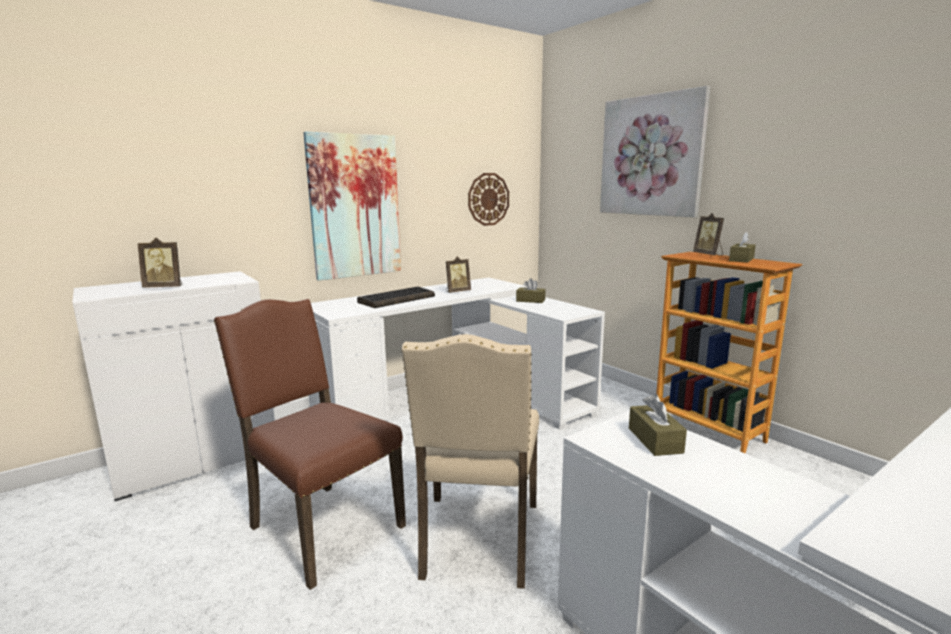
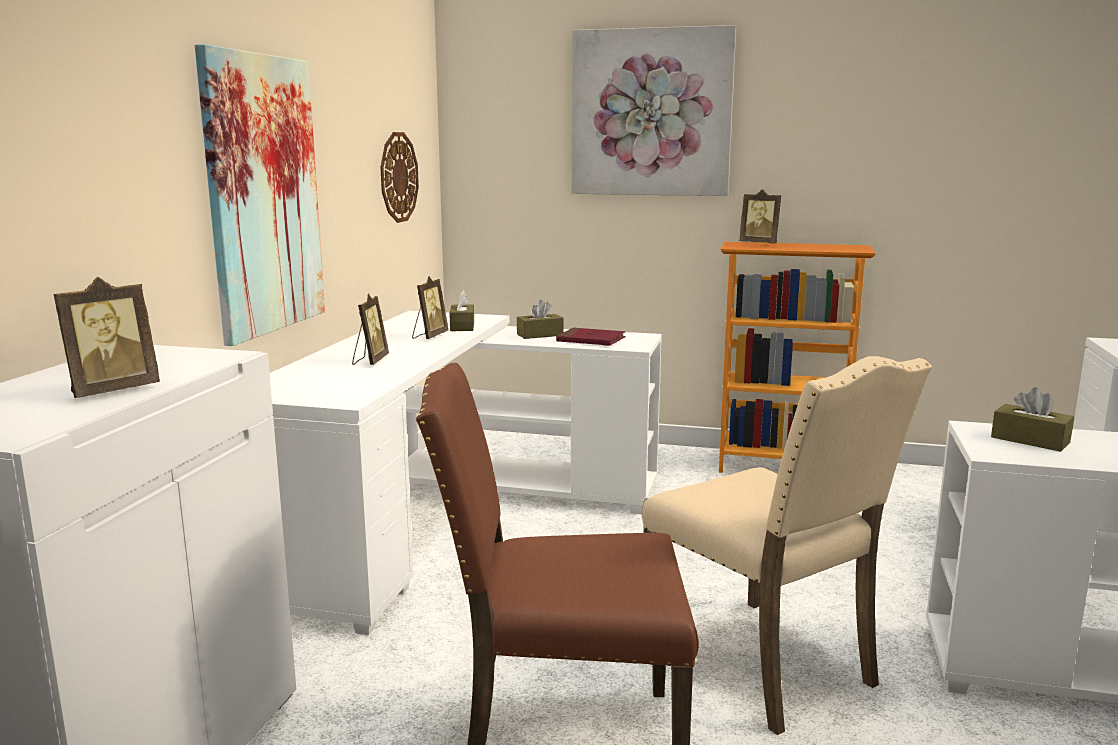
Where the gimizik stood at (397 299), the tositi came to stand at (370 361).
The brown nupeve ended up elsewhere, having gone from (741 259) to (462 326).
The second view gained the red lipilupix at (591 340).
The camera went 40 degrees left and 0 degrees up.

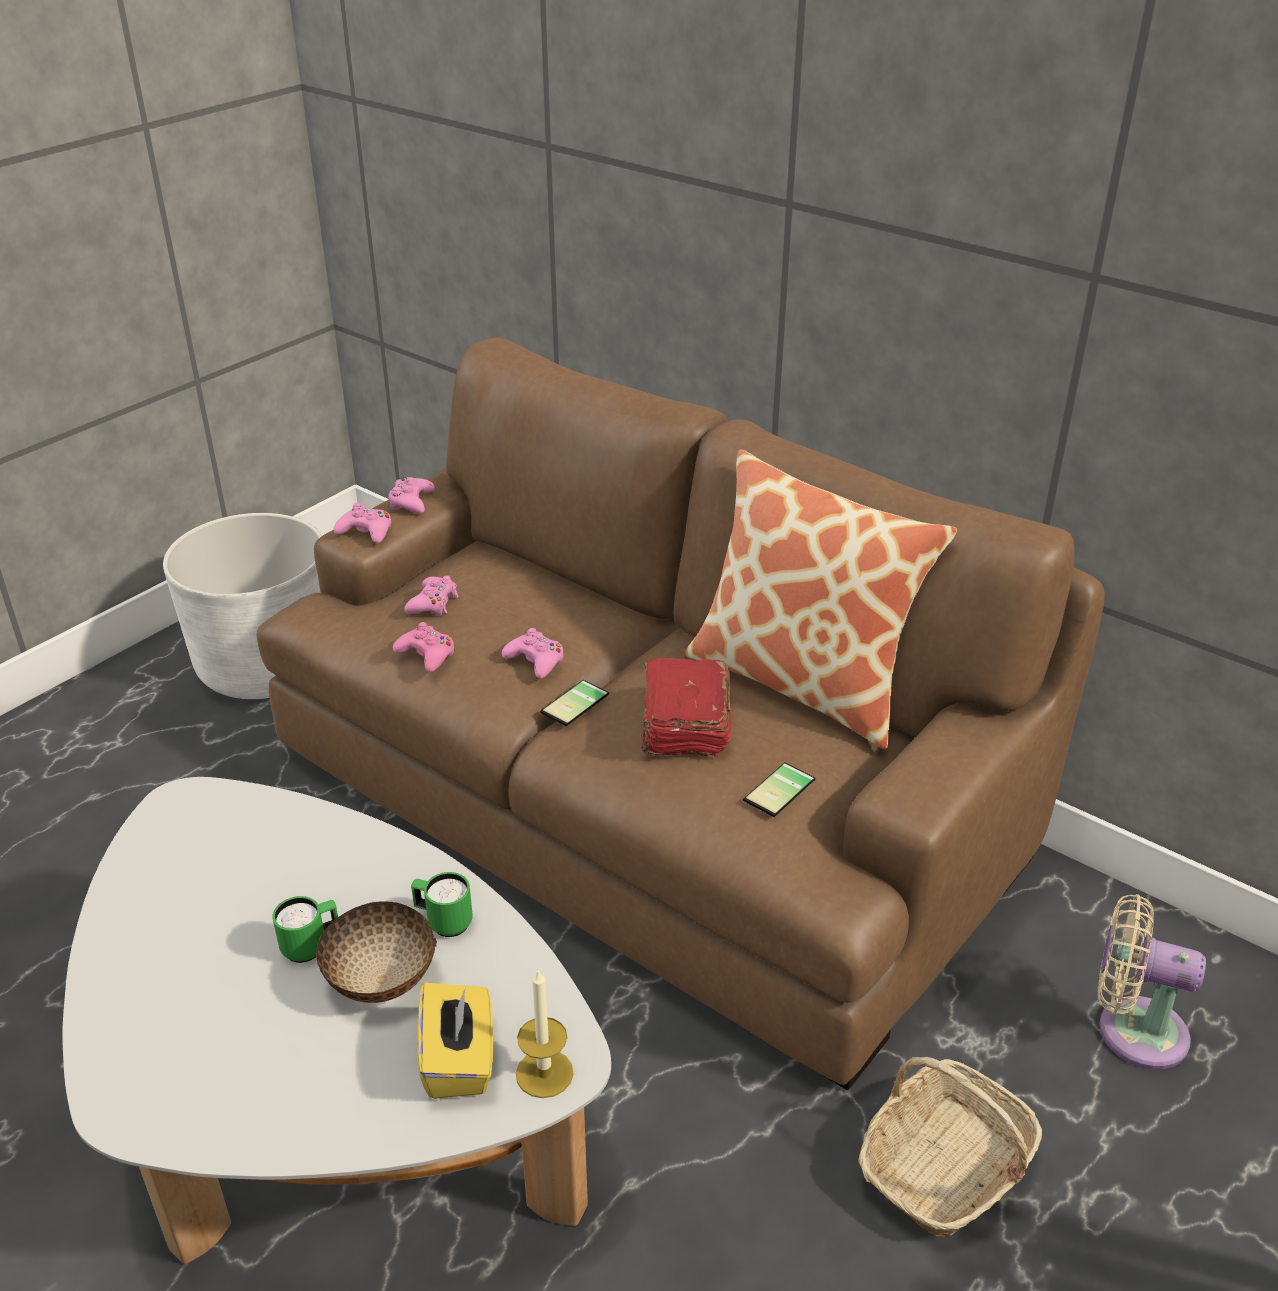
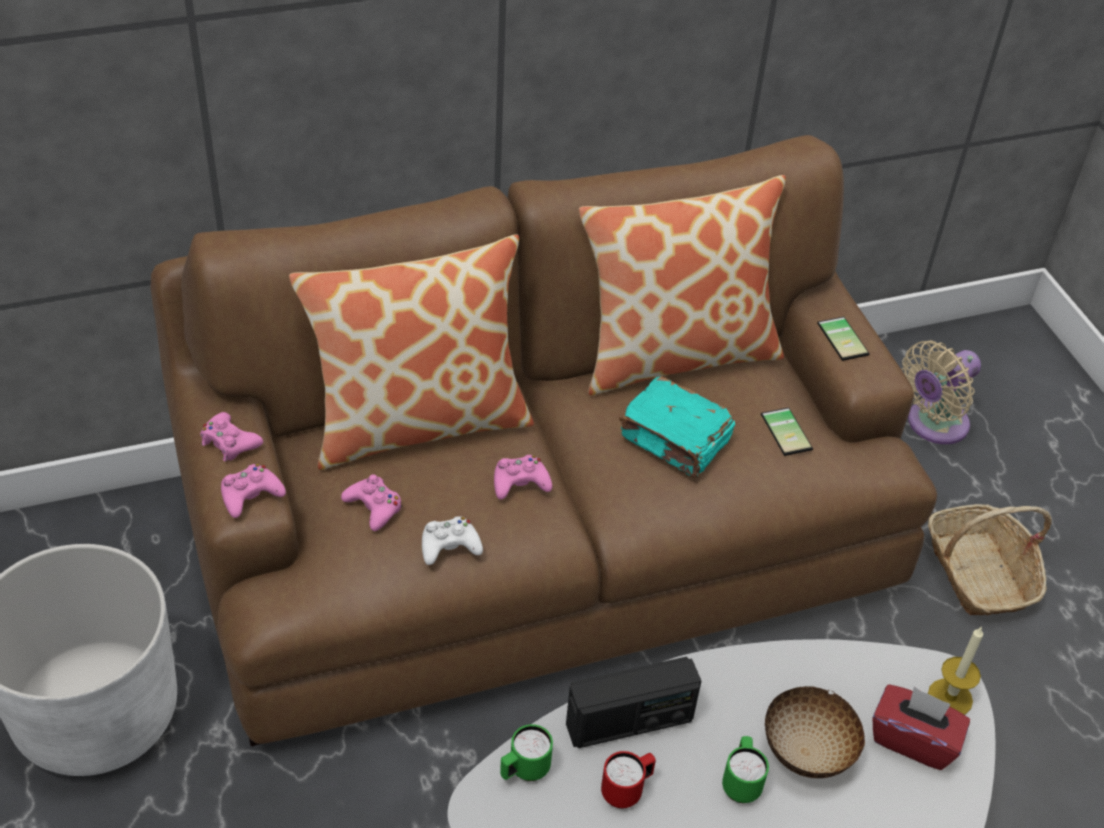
The second view gained the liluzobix at (418 422).
What was the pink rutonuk at (427 655) turned into the white rutonuk at (449 546).
The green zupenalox ended up elsewhere, having gone from (443 922) to (524 771).
The second view gained the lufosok at (629 722).
The second view gained the red zupenalox at (626 790).
What was the red lipilupix at (684 724) turned into the turquoise lipilupix at (675 440).
The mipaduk ended up elsewhere, having gone from (577 704) to (845 338).
What was the yellow nupeve at (459 1061) turned into the red nupeve at (913 740).
The camera went 60 degrees left and 10 degrees up.

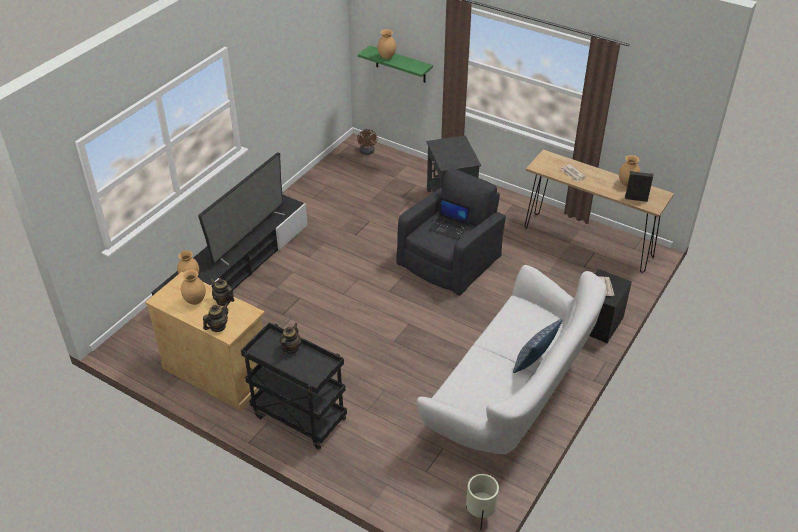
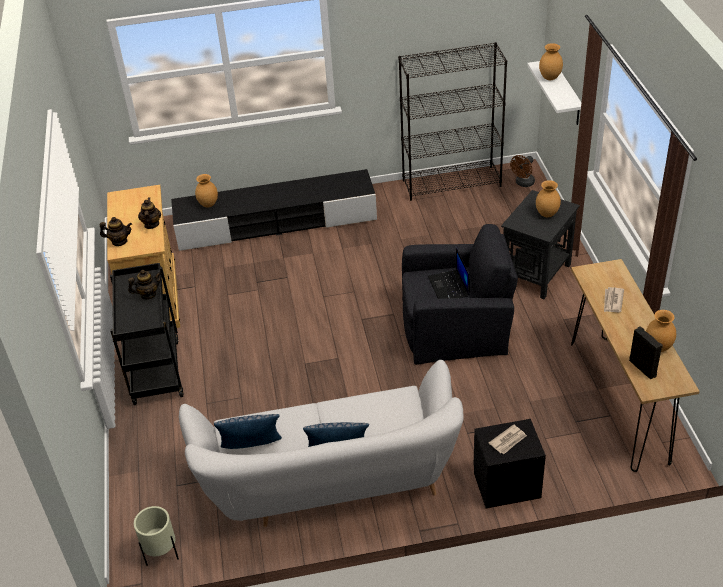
The second view gained the liluzobix at (253 449).
The second view gained the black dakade at (452 183).
What was the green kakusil at (400 64) turned into the white kakusil at (566 93).
The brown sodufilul ended up elsewhere, having gone from (195 301) to (546 214).
The second view lost the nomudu at (248 236).
The camera went 50 degrees right and 0 degrees up.

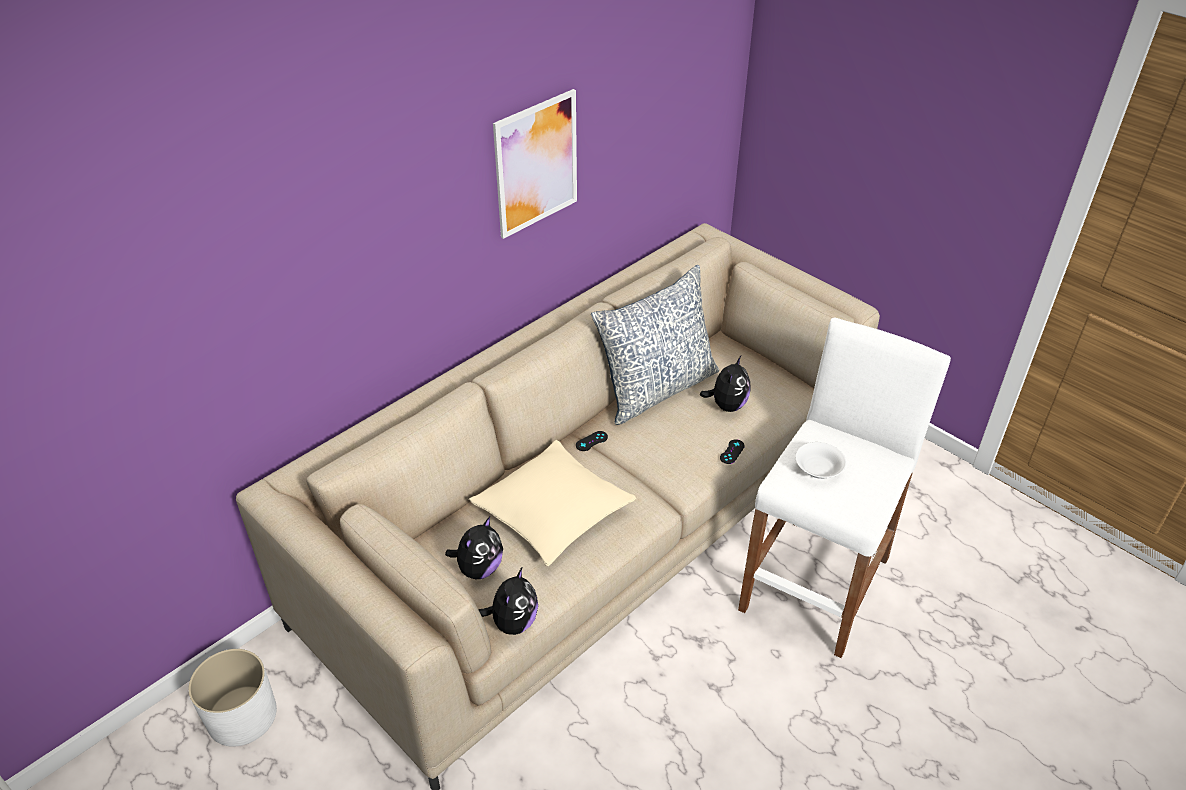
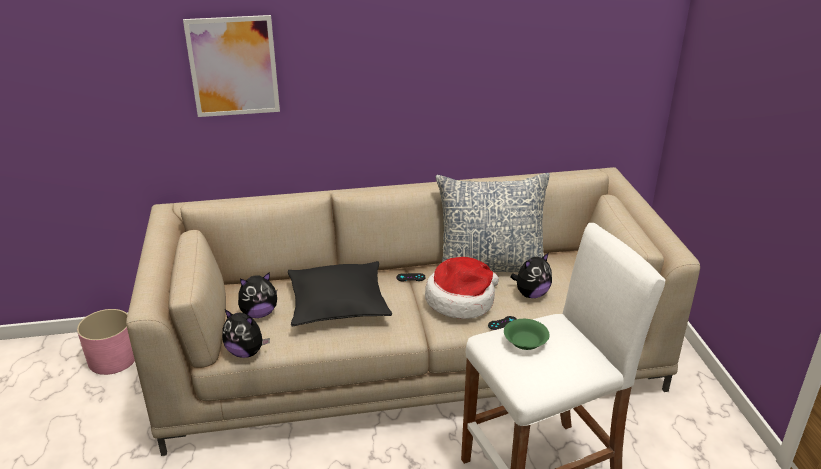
What was the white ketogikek at (242 716) turned into the pink ketogikek at (112 359).
The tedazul ended up elsewhere, having gone from (536 164) to (233 66).
The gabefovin at (513 622) ended up facing another way, 60 degrees clockwise from before.
What was the beige liluzobix at (553 511) turned into the black liluzobix at (338 304).
The second view gained the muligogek at (461 300).
What was the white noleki at (818 468) turned into the green noleki at (525 342).
The camera went 35 degrees right and 10 degrees down.

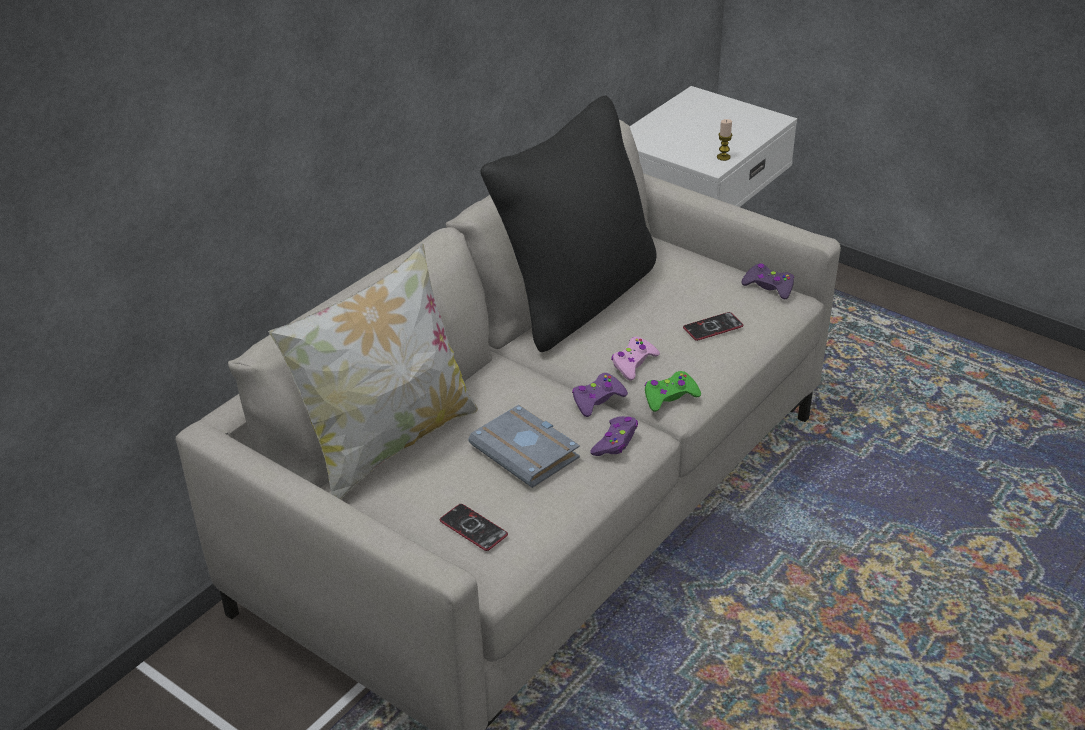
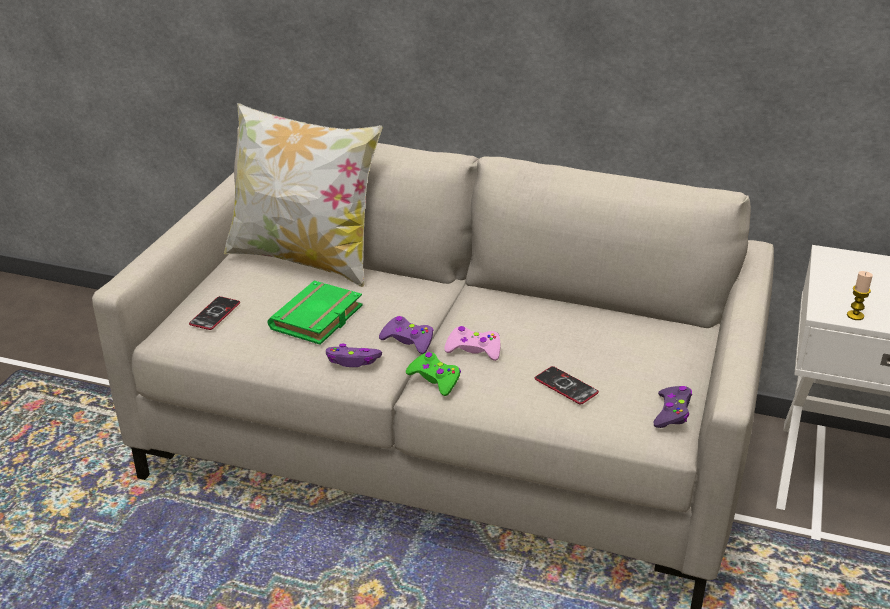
What was the grey lipilupix at (528 452) turned into the green lipilupix at (318 320).
The second view lost the black liluzobix at (576 298).
The camera went 70 degrees right and 5 degrees down.

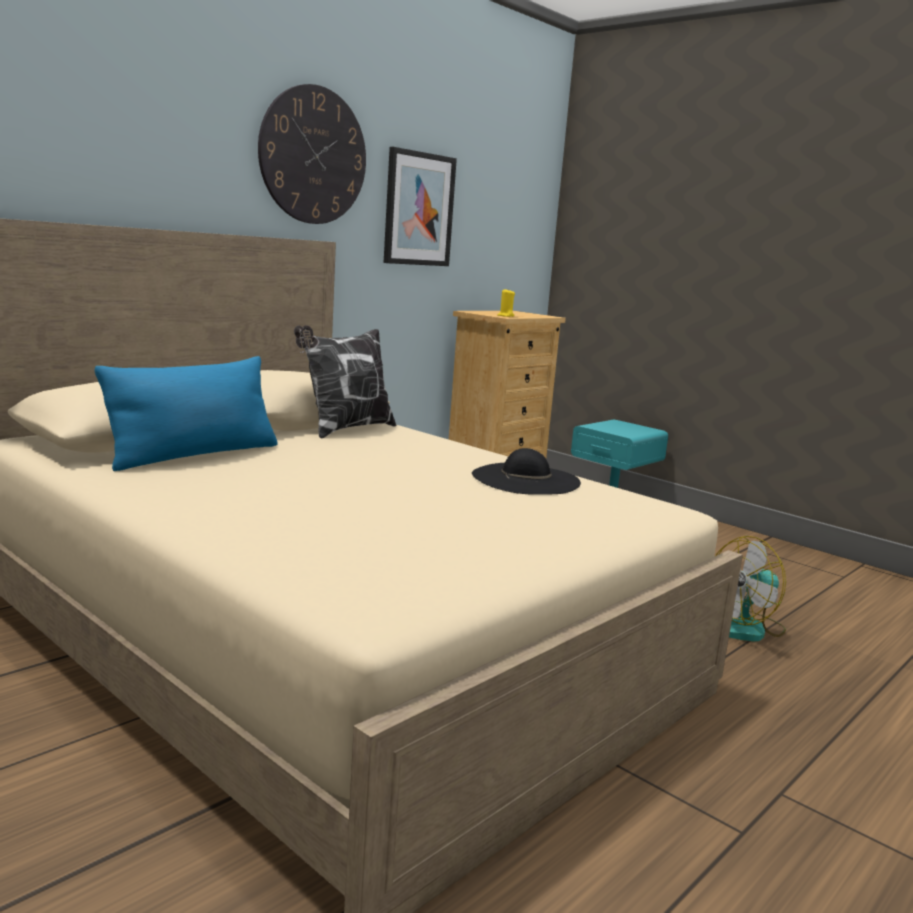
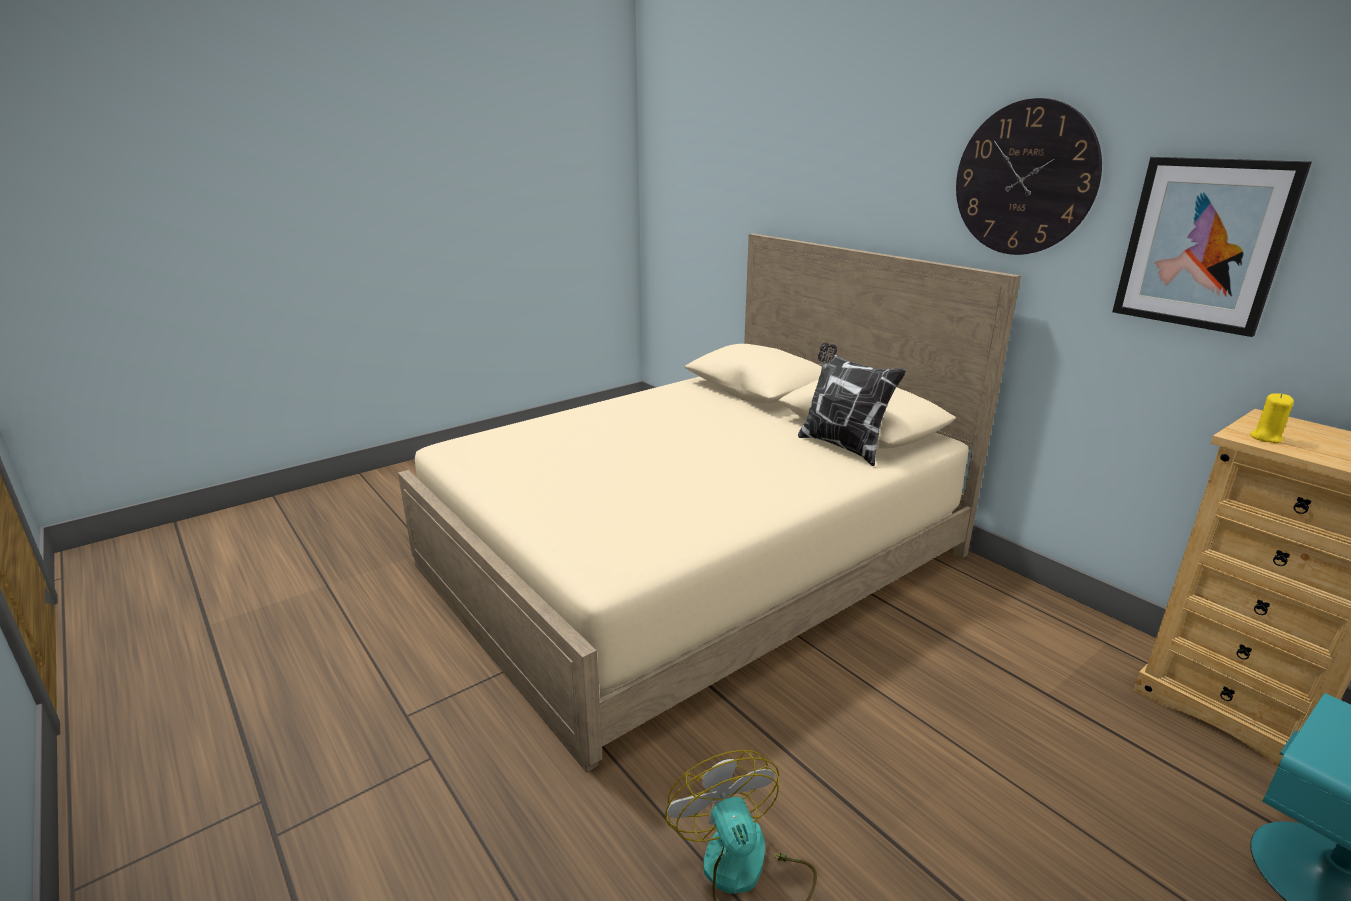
The second view lost the blue liluzobix at (194 455).
The second view lost the black muligogek at (525 479).
The camera went 100 degrees right and 10 degrees up.

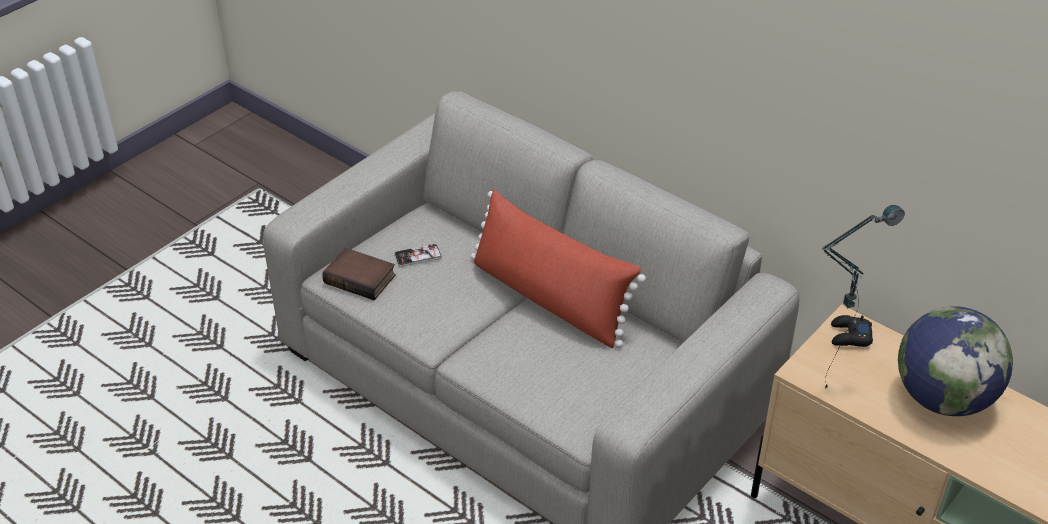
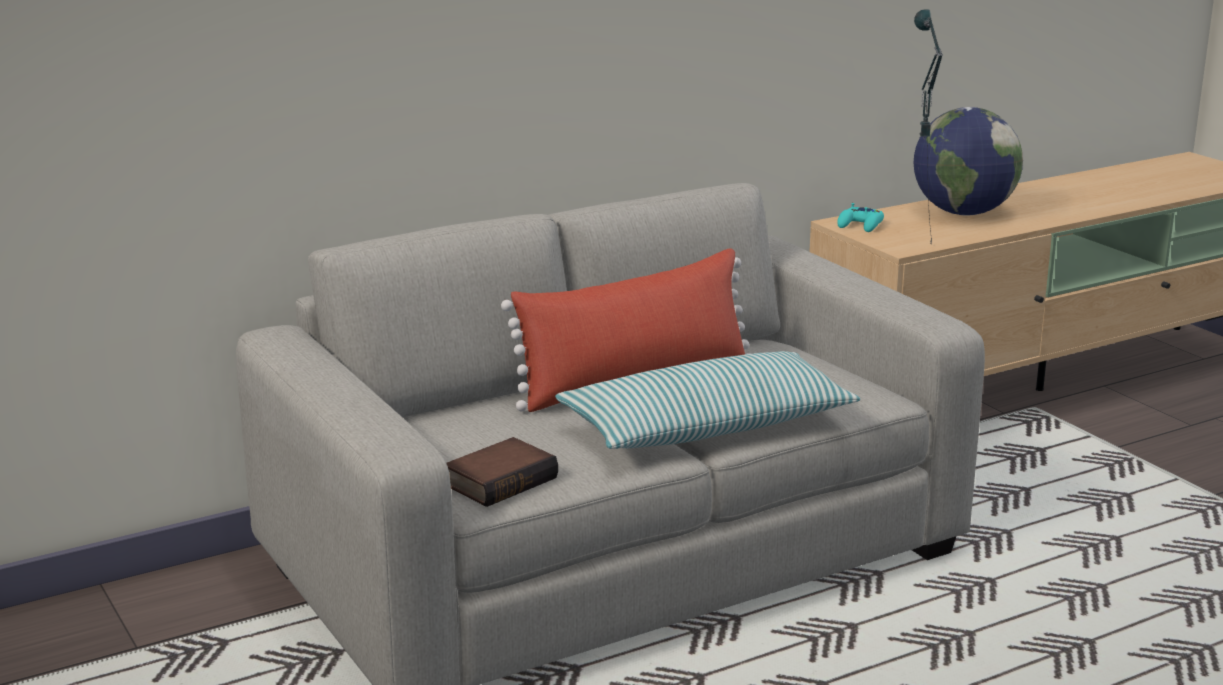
The second view gained the liluzobix at (707 427).
What was the black rutonuk at (850 336) turned into the turquoise rutonuk at (861 225).
The second view lost the mipaduk at (417 256).
The camera went 70 degrees left and 20 degrees down.

